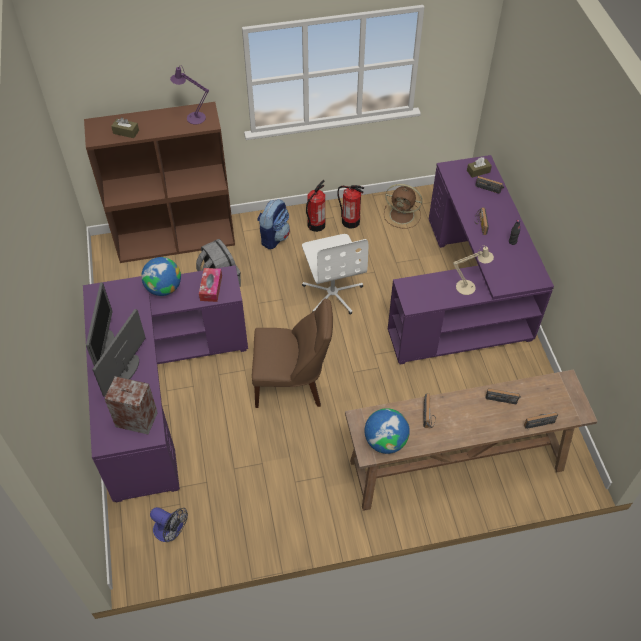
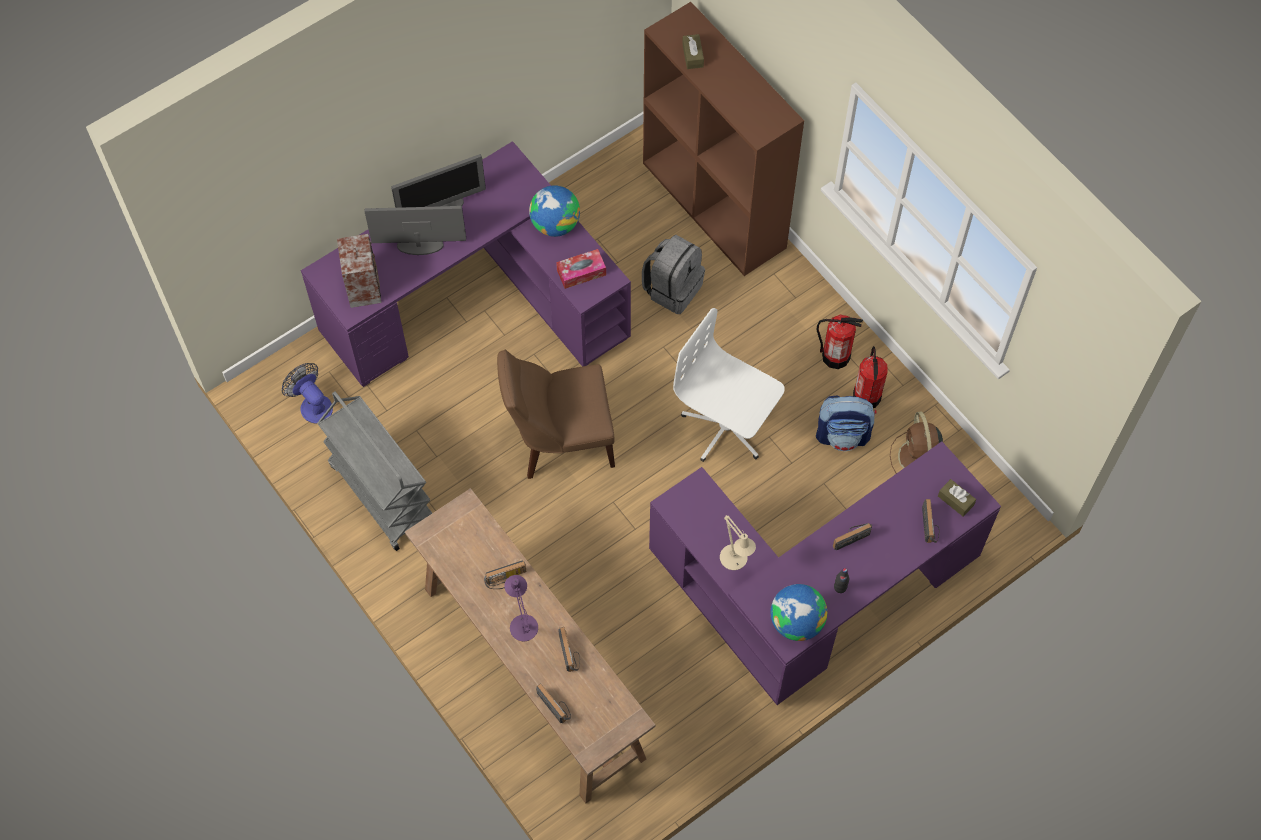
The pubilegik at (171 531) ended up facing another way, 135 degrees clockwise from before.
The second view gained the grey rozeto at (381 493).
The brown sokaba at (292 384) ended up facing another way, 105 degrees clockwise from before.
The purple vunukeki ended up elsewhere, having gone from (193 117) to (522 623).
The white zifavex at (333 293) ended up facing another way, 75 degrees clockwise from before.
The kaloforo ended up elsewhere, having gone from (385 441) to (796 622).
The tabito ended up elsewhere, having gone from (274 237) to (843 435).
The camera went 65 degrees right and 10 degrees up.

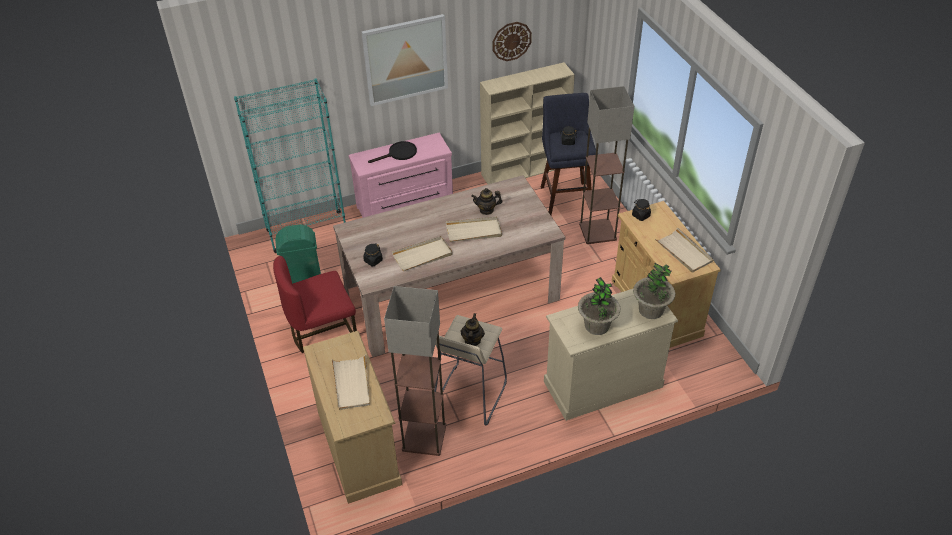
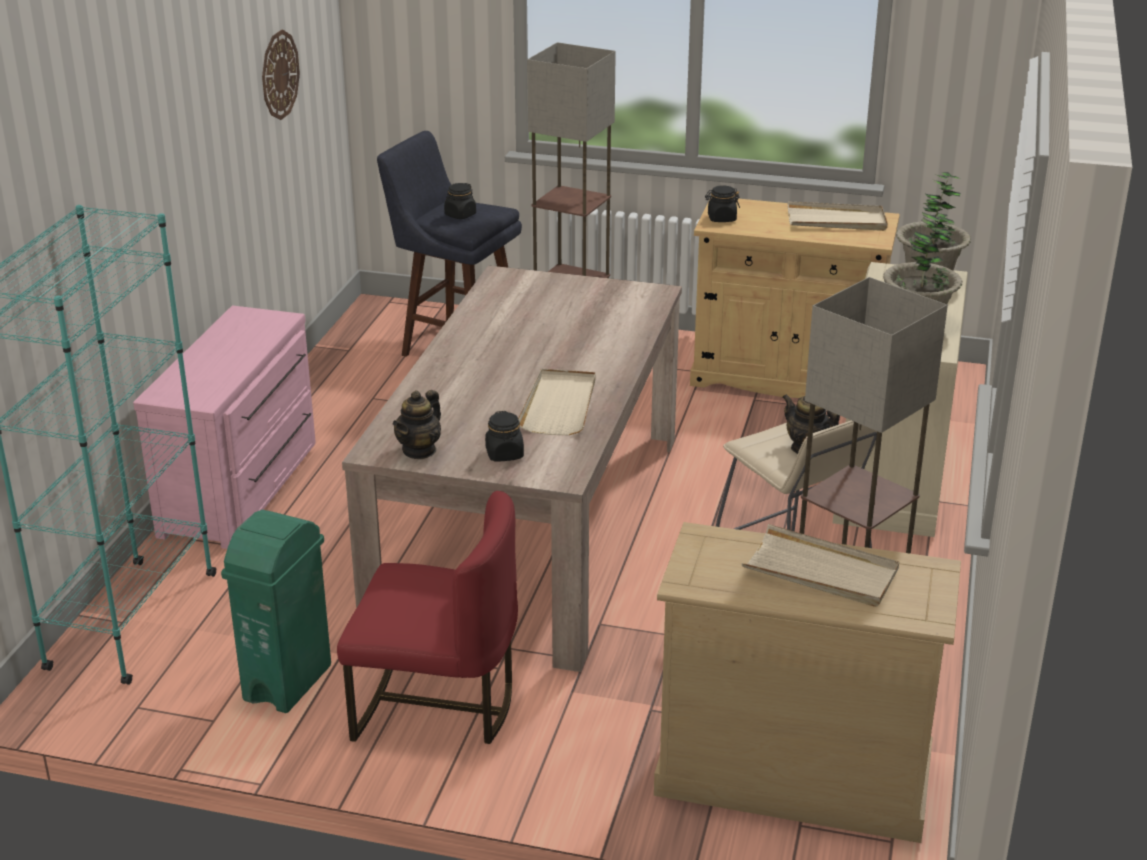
The red sokaba at (322 330) ended up facing another way, 90 degrees counterclockwise from before.
The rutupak ended up elsewhere, having gone from (486 210) to (419 450).
The second view lost the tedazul at (405 59).
The second view lost the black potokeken at (399 154).
The second view lost the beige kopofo at (474 231).
The second view lost the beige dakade at (525 170).
The camera went 55 degrees left and 15 degrees down.

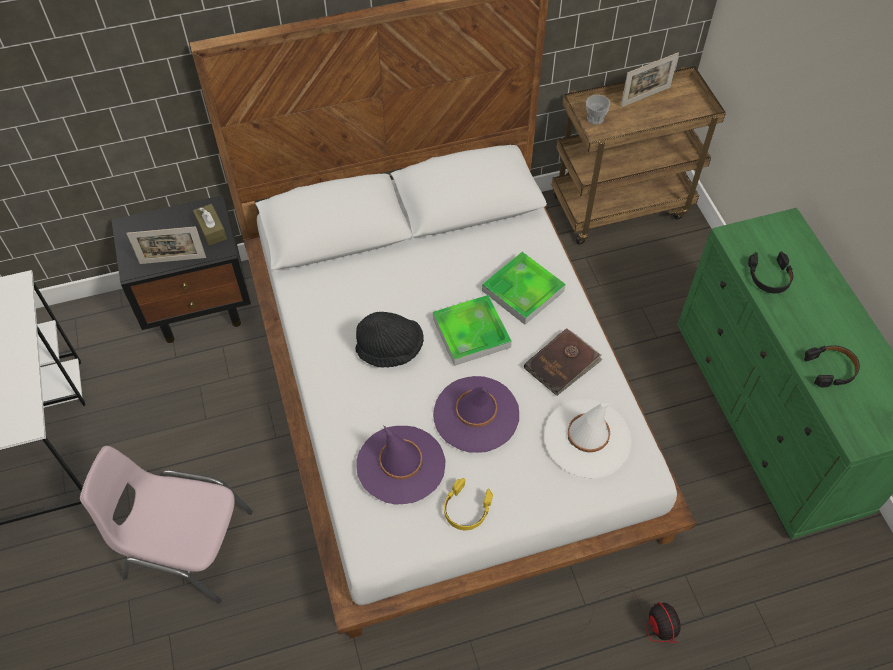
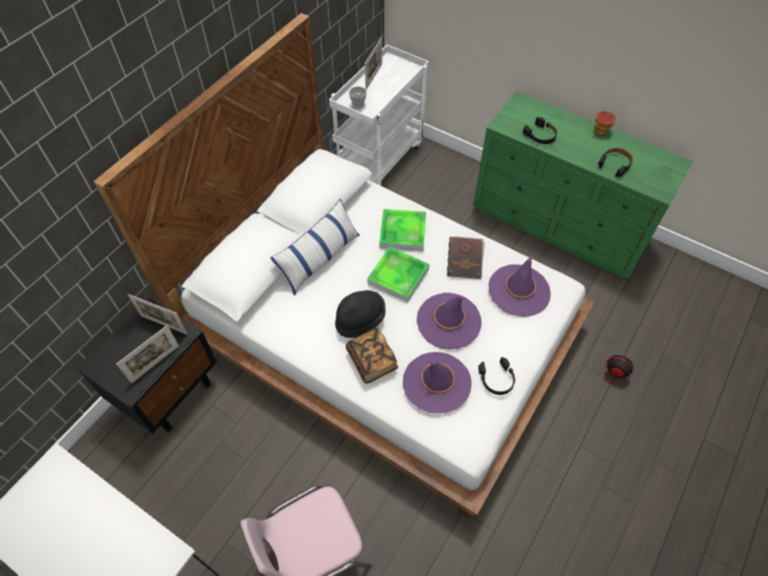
Where the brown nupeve stood at (211 229), the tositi came to stand at (164 325).
The second view gained the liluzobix at (320 259).
What was the brown rozeto at (621 205) turned into the white rozeto at (380 159).
The second view gained the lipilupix at (372 361).
What was the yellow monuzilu at (466 509) turned into the black monuzilu at (497 379).
What was the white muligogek at (587 438) turned into the purple muligogek at (519 290).
The second view gained the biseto at (599 132).
The camera went 40 degrees left and 0 degrees up.

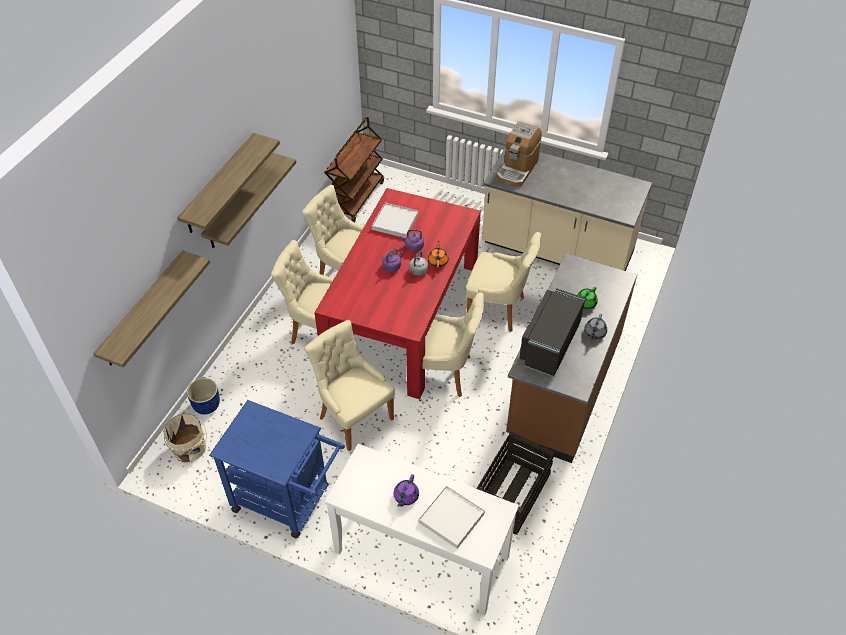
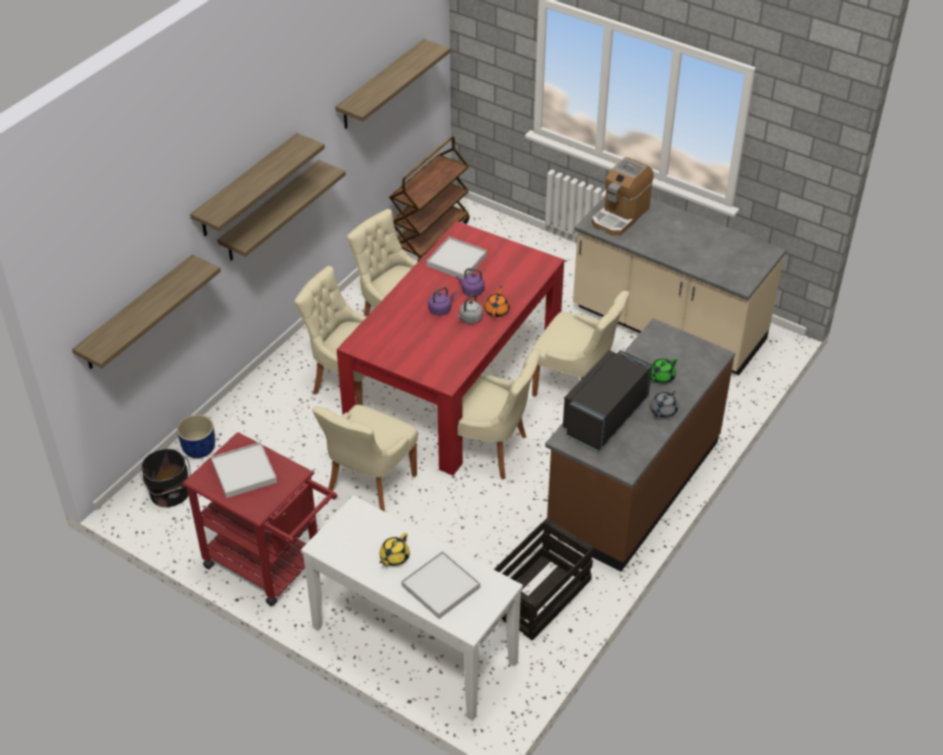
What was the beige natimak at (190 449) turned into the black natimak at (169 494).
What was the blue rozeto at (288 501) turned into the red rozeto at (271 565).
The second view gained the white kopofo at (244 472).
The beige sokaba at (354 417) ended up facing another way, 120 degrees counterclockwise from before.
The second view gained the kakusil at (381 85).
What was the purple rutupak at (406 496) turned into the yellow rutupak at (394 557).
The camera went 10 degrees right and 5 degrees down.

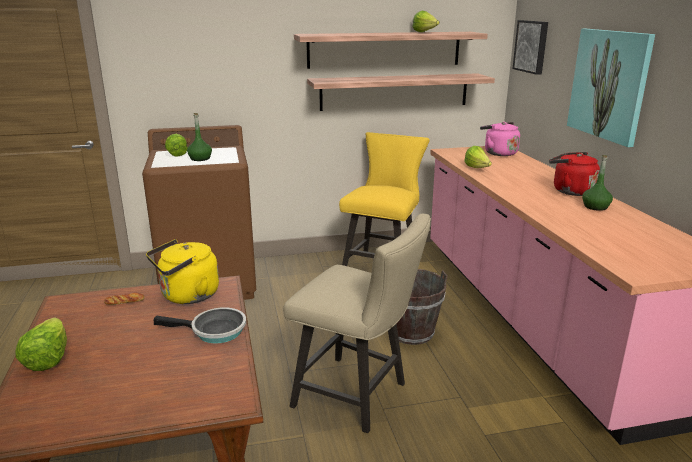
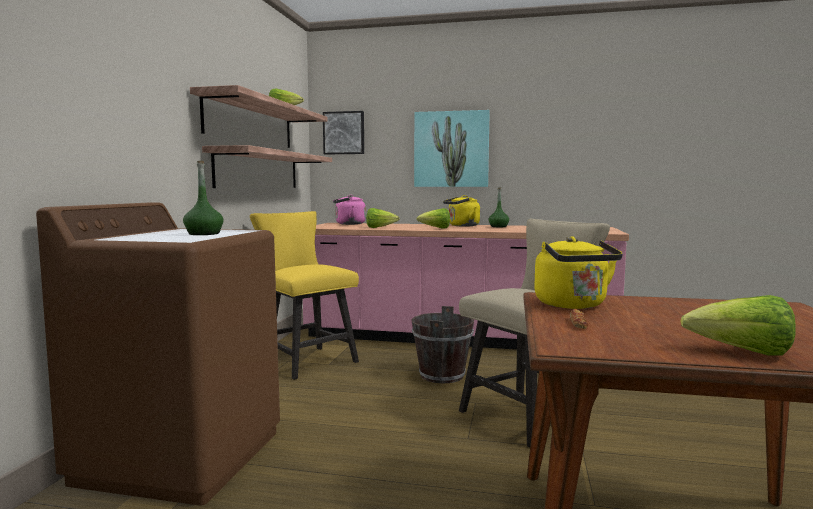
The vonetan ended up elsewhere, having gone from (177 154) to (436 228).
What was the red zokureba at (570 191) turned into the yellow zokureba at (462 226).
The second view lost the potokeken at (214 331).
The camera went 65 degrees left and 15 degrees down.

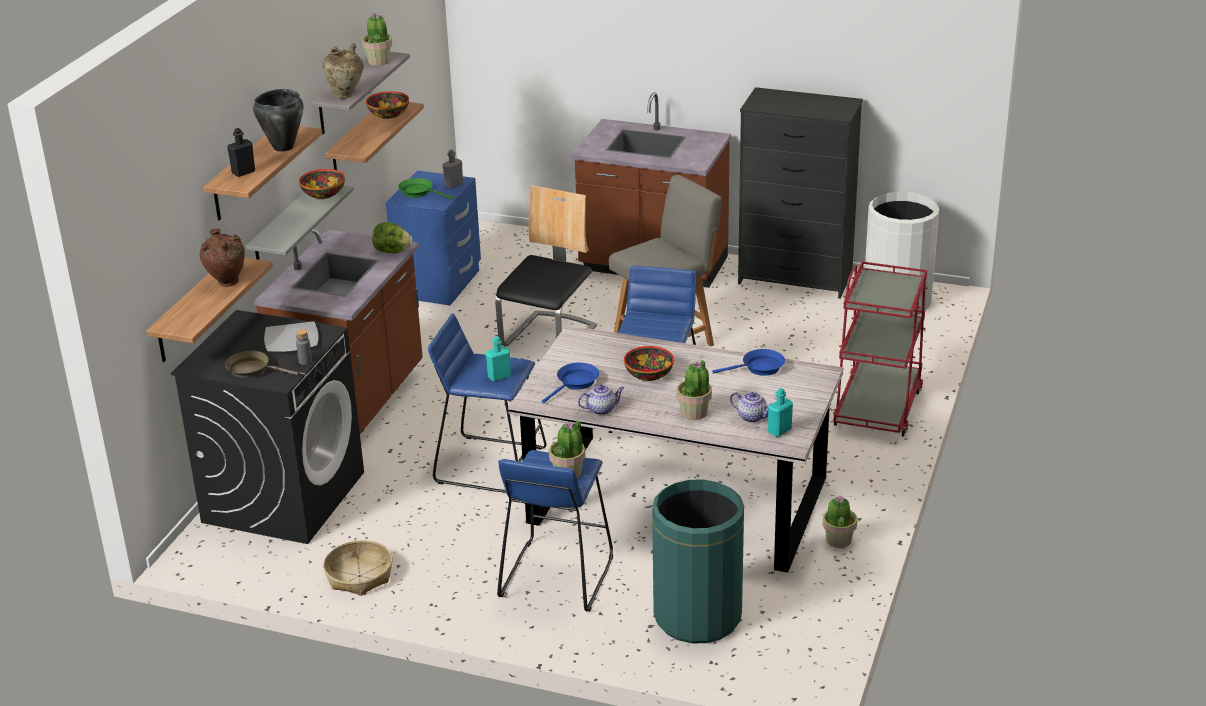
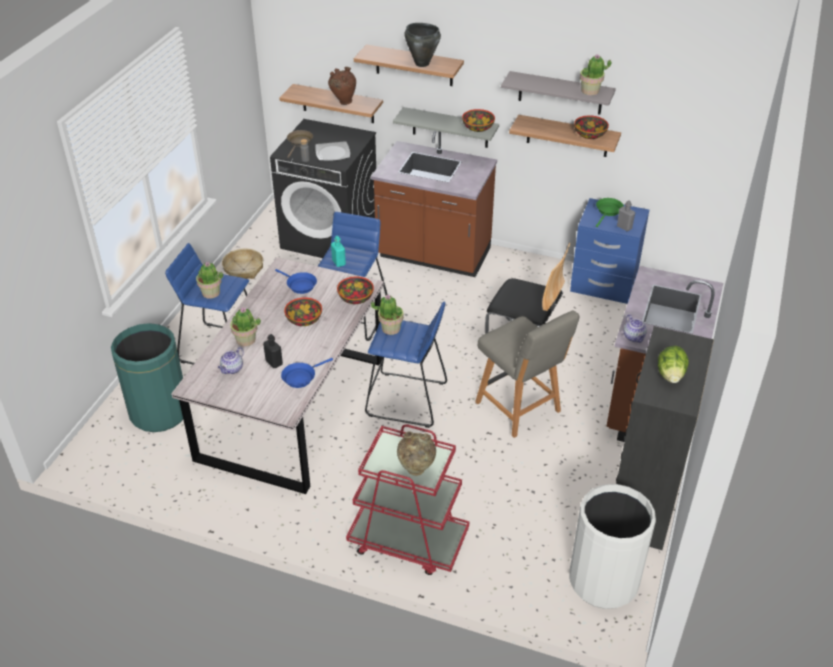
The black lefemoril ended up elsewhere, having gone from (243 172) to (274 363).
The blue potokeken at (759 368) ended up facing another way, 60 degrees clockwise from before.
The second view gained the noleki at (356 298).
The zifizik ended up elsewhere, having gone from (838 540) to (390 328).
The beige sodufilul ended up elsewhere, having gone from (346 95) to (416 471).
The rutupak ended up elsewhere, having gone from (602 409) to (634 337).
The vonetan ended up elsewhere, having gone from (392 251) to (670 375).
The second view lost the turquoise lefemoril at (779 431).
The camera went 90 degrees right and 10 degrees up.

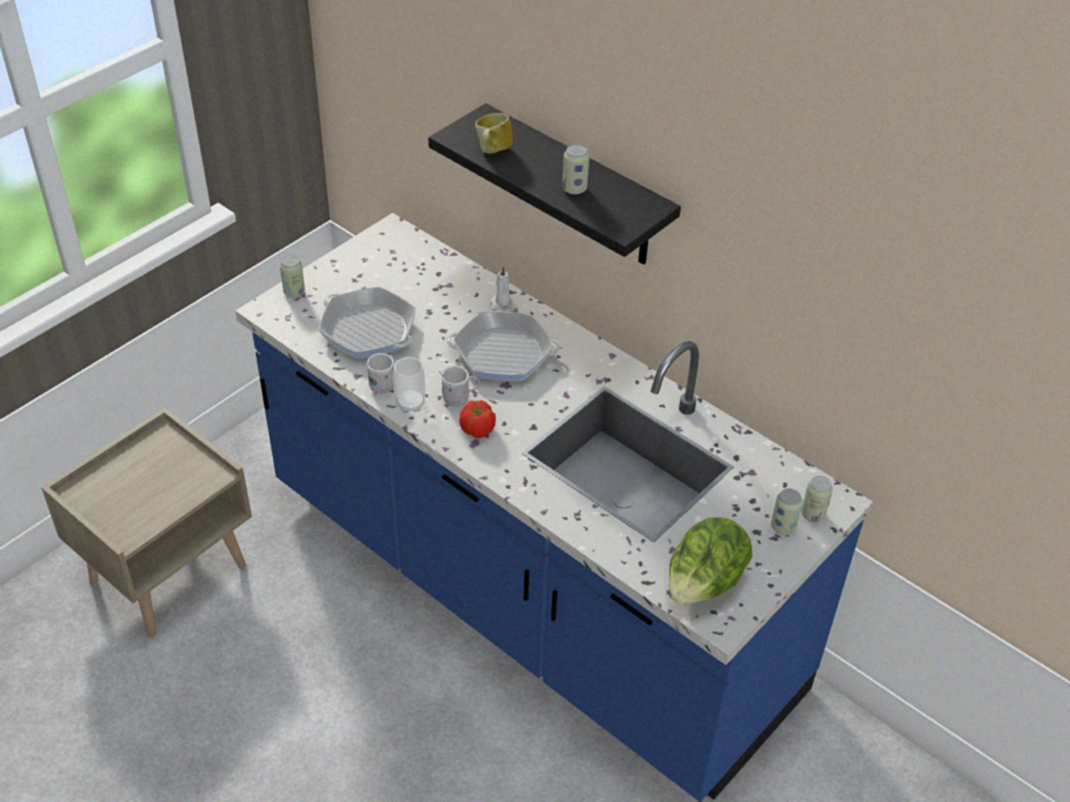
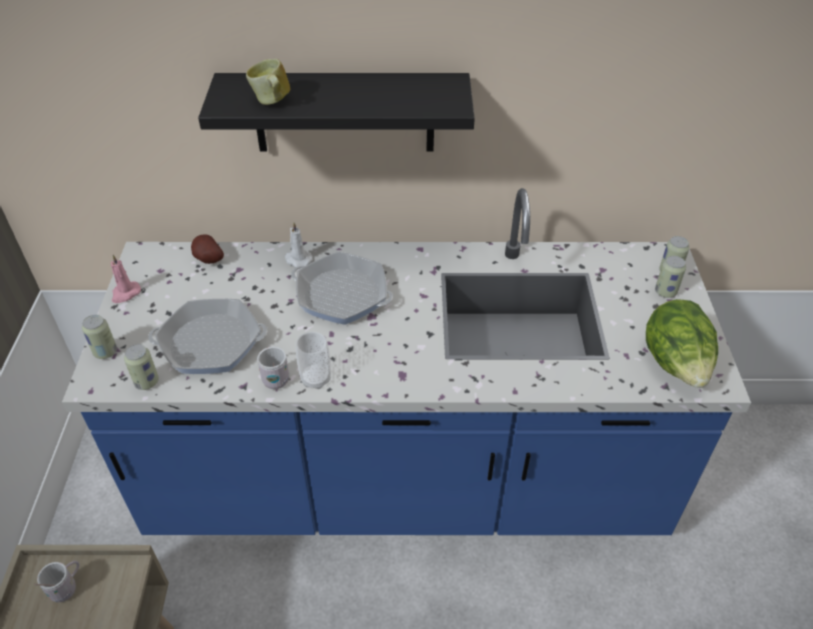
The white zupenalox ended up elsewhere, having gone from (460 399) to (67 587).
The second view gained the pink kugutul at (125 293).
The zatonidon ended up elsewhere, having gone from (574 189) to (147 382).
The second view gained the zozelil at (208 260).
The potokeken at (503 354) ended up facing another way, 120 degrees counterclockwise from before.
The second view lost the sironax at (477 429).
The camera went 40 degrees left and 0 degrees up.

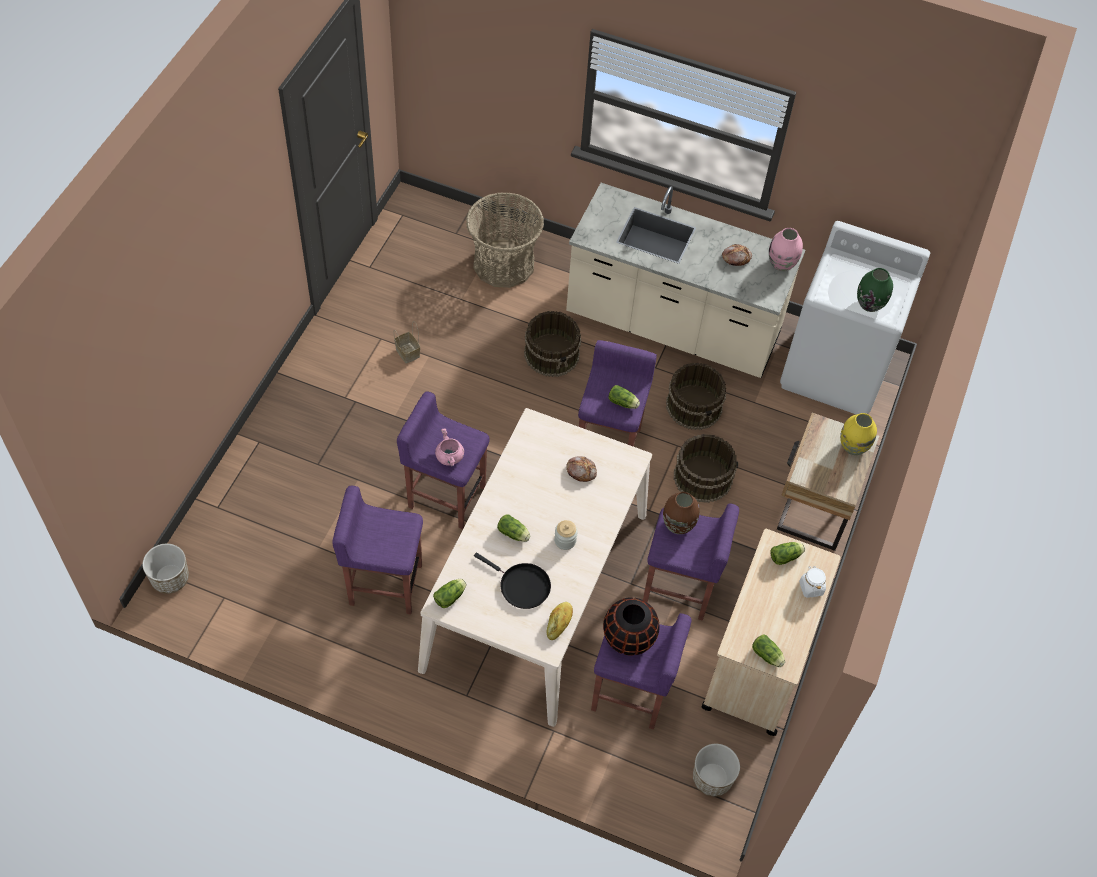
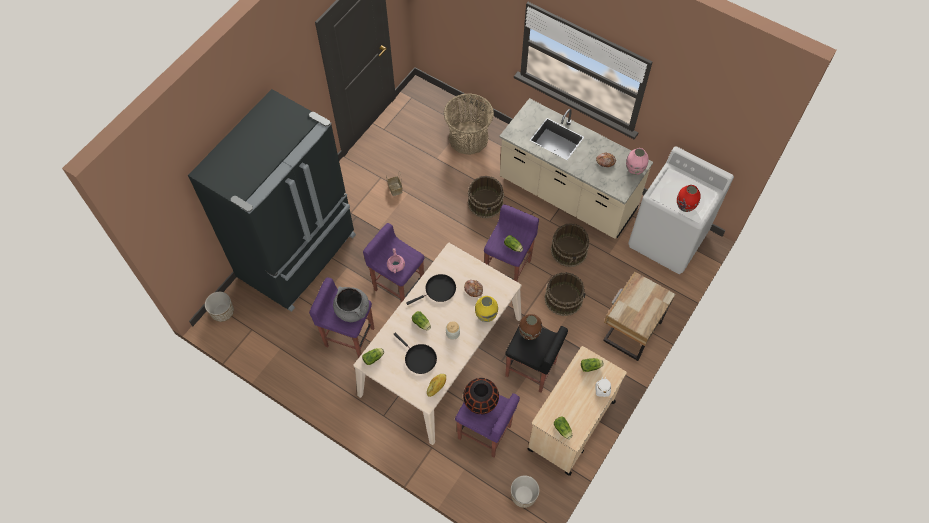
The second view gained the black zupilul at (299 256).
The second view gained the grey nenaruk at (352 310).
The second view gained the black potokeken at (438 290).
The yellow sodufilul ended up elsewhere, having gone from (853 447) to (485 315).
What was the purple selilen at (679 589) turned into the black selilen at (531 370).
What was the green sodufilul at (870 304) turned into the red sodufilul at (685 206).
The camera went 15 degrees right and 5 degrees up.

